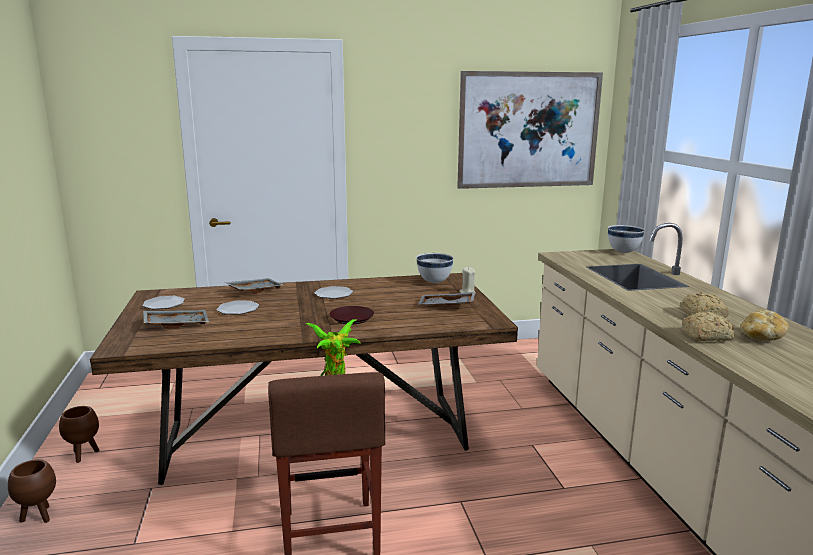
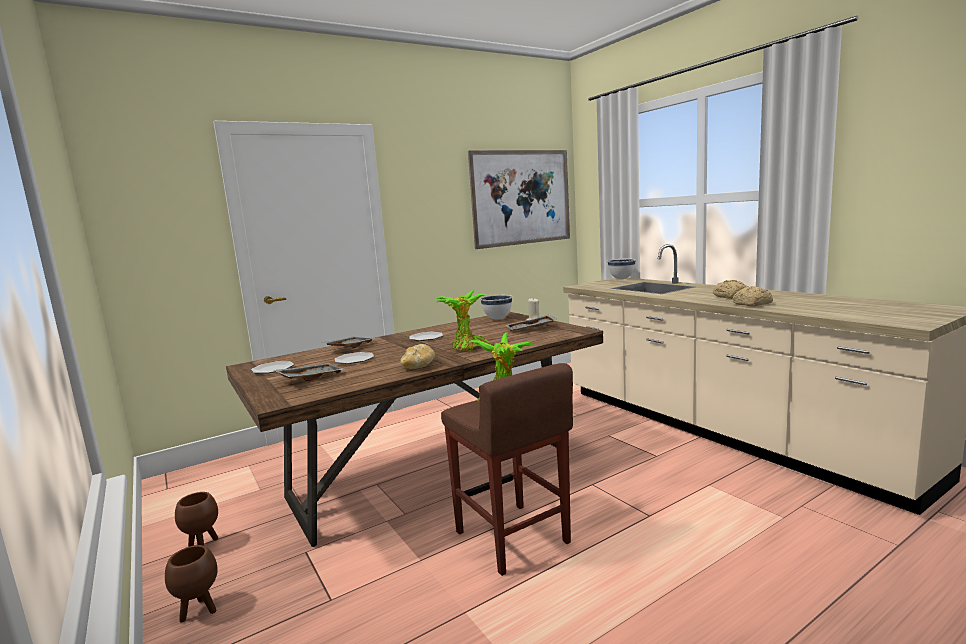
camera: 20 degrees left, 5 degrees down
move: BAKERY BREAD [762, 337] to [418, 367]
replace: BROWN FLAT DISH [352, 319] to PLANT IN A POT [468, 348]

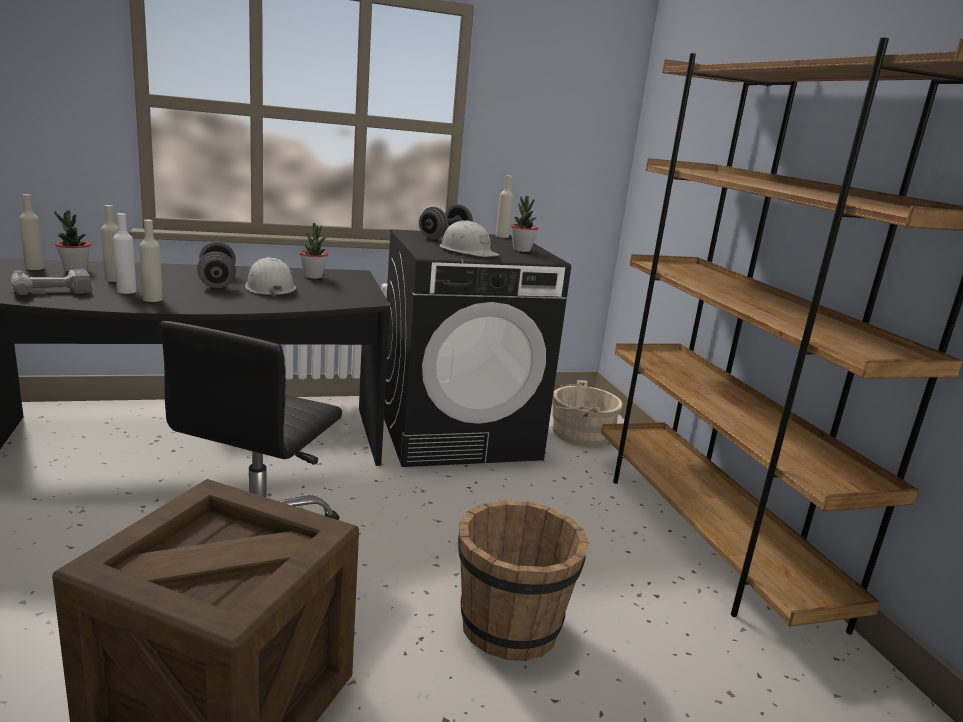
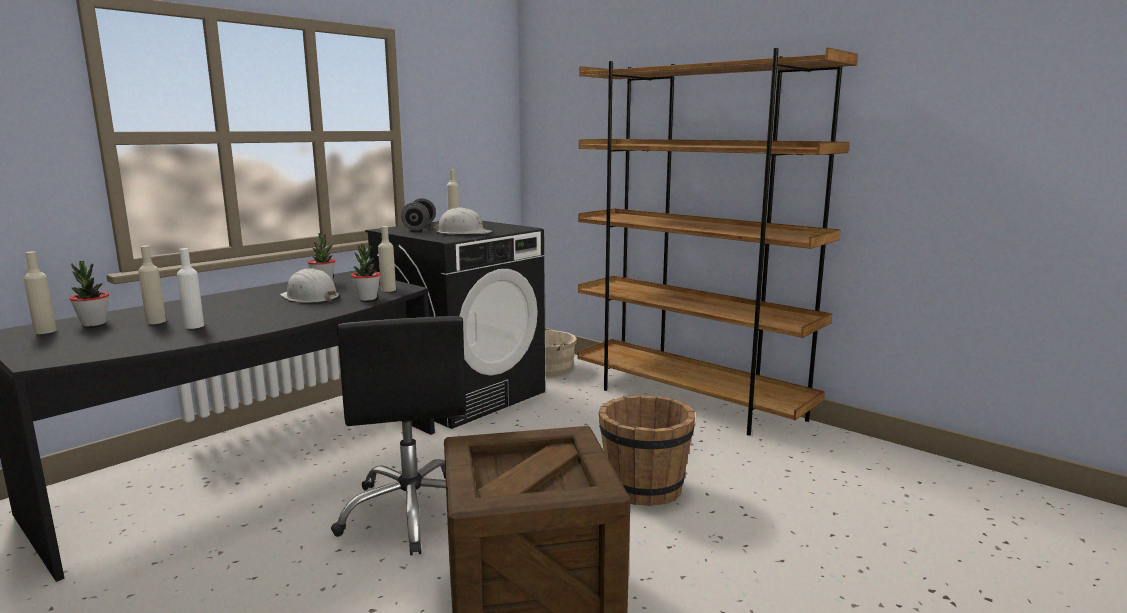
camera: 30 degrees left, 5 degrees down
delete: GRAY FREE WEIGHT [217, 281]; POWER DRILL [50, 288]
move: PLANT IN A POT [521, 250] to [367, 298]; SAND-COLOURED DRINK BOTTLE [152, 299] to [388, 290]

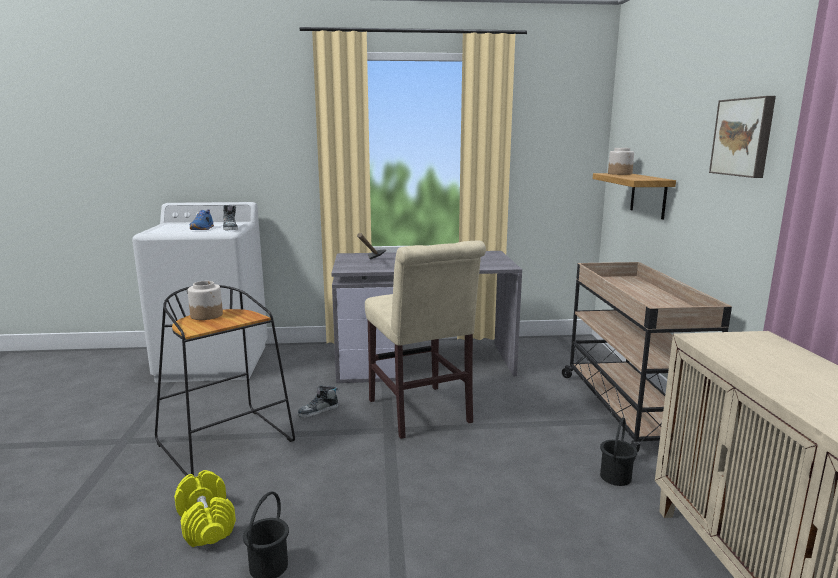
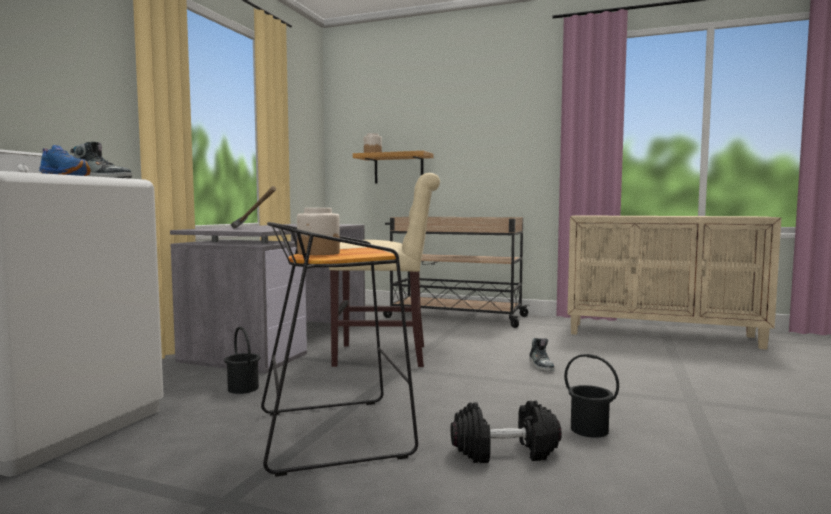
camera: 65 degrees left, 10 degrees down
delete: WALL ART [744, 137]
move: SHOE [318, 411] to [541, 365]; BLACK BUCKET [616, 477] to [243, 388]
recolor: YELLOWISH FREE WEIGHT [206, 523] to BLACK FREE WEIGHT [505, 451]

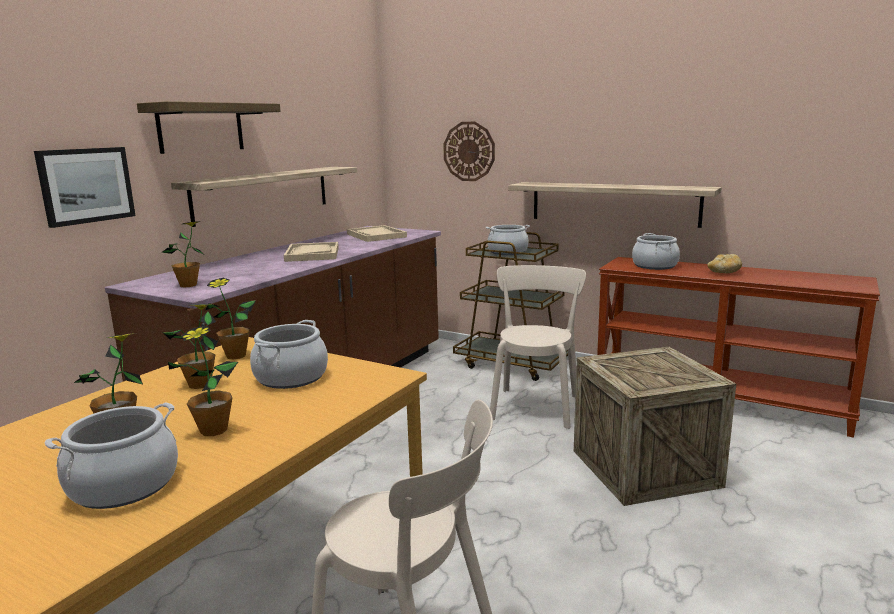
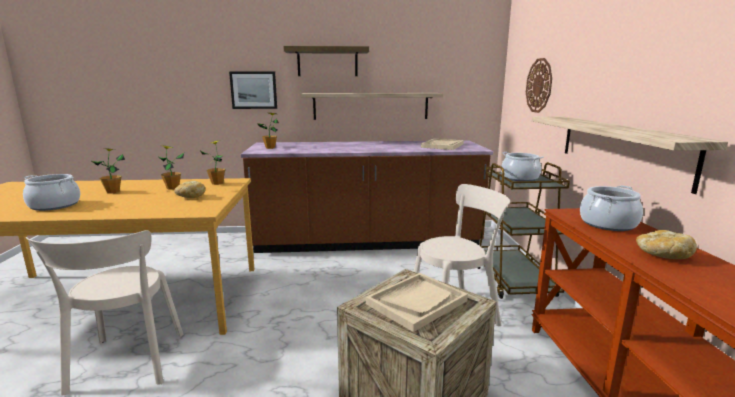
camera: 55 degrees right, 0 degrees up
delete: PLANT IN A POT [214, 430]
move: SAND-COLOURED CARRYING TRAY [312, 254] to [416, 302]
replace: STOCKPOT [291, 377] to BAKERY BREAD [190, 197]

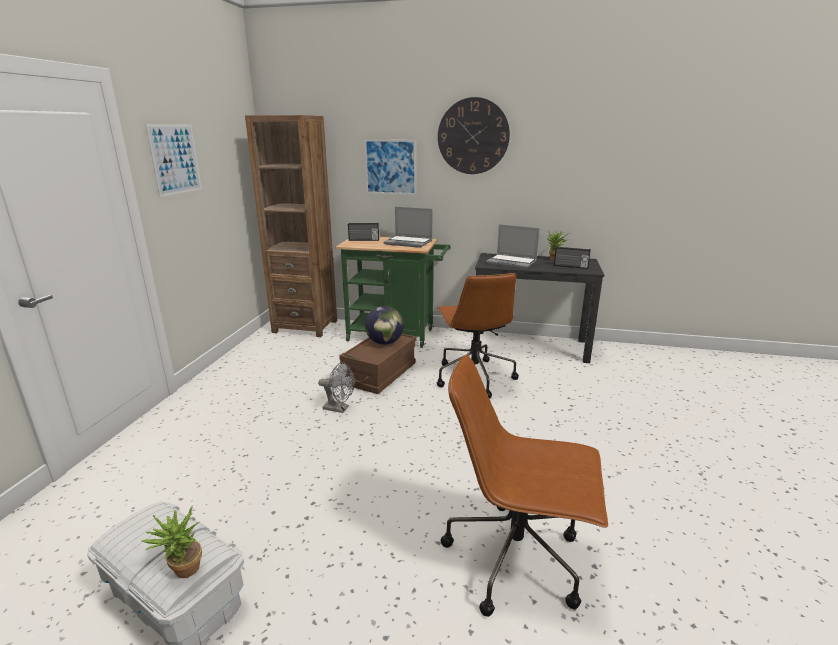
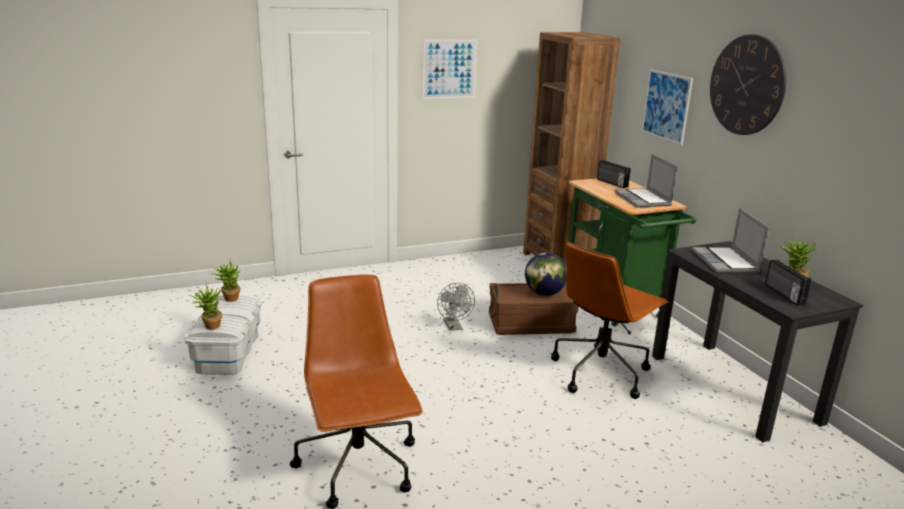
camera: 55 degrees right, 0 degrees up
insert: PLANT IN A POT [229, 298]

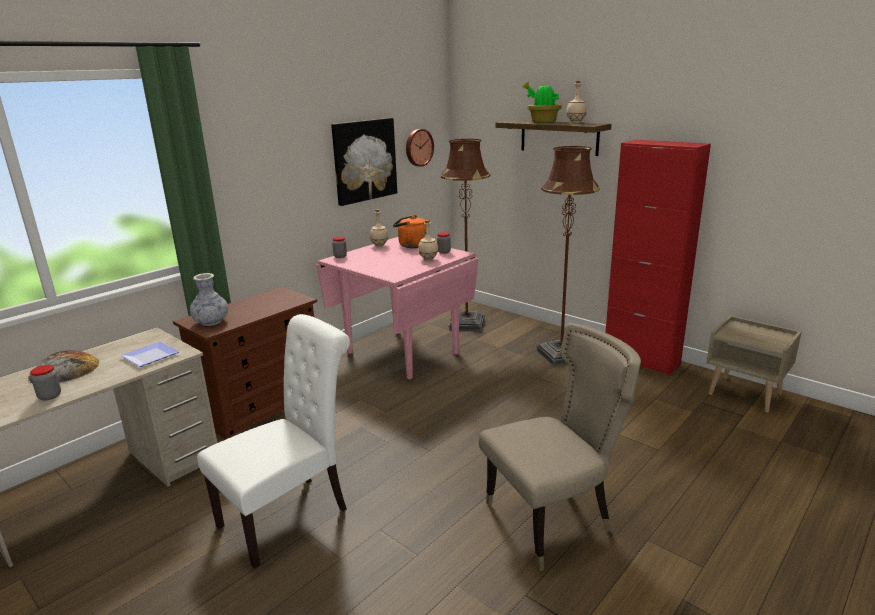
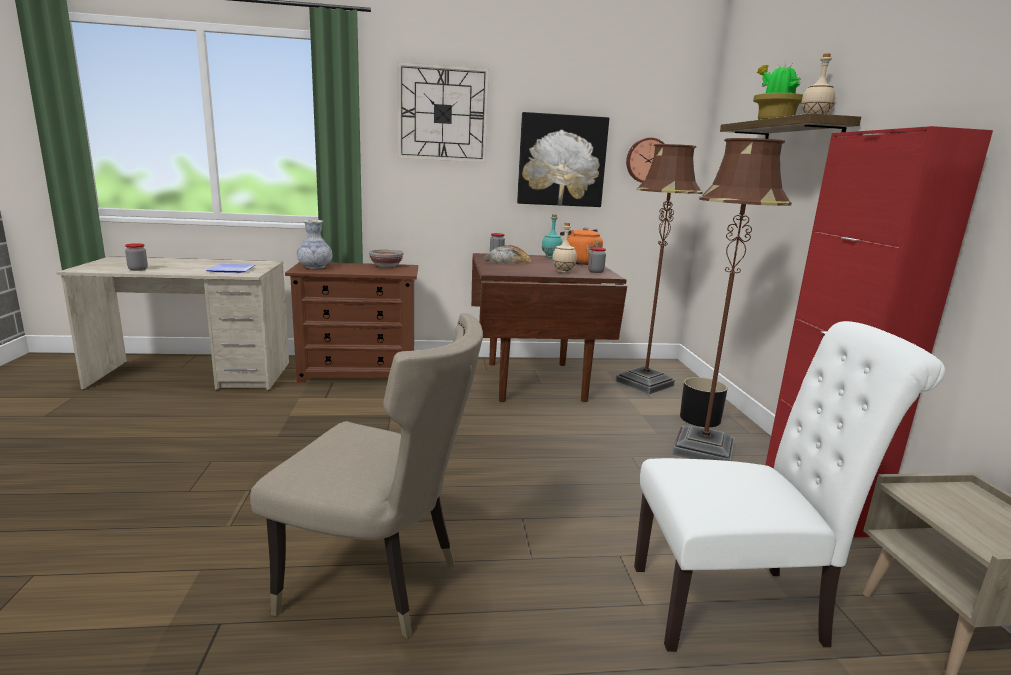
camera: 40 degrees right, 5 degrees down
insert: WALL CLOCK [442, 114]; BOWL [386, 266]; BLACK PLANTER [699, 419]
move: WHITE-COLOURED PLAIN CHAIR [291, 514] to [738, 605]; BAKERY BREAD [65, 370] to [507, 260]
recolor: SAND-COLOURED DRINK BOTTLE [379, 246] to TURQUOISE-COLOURED DRINK BOTTLE [551, 257]; PINK DINNER TABLE [402, 353] to BROWN DINNER TABLE [533, 381]

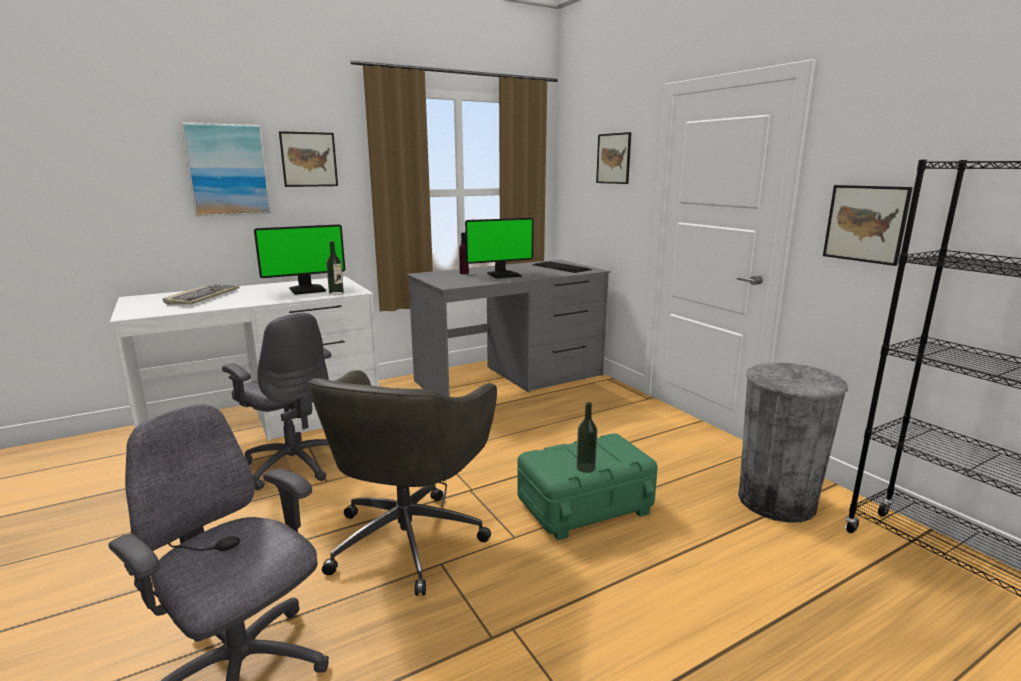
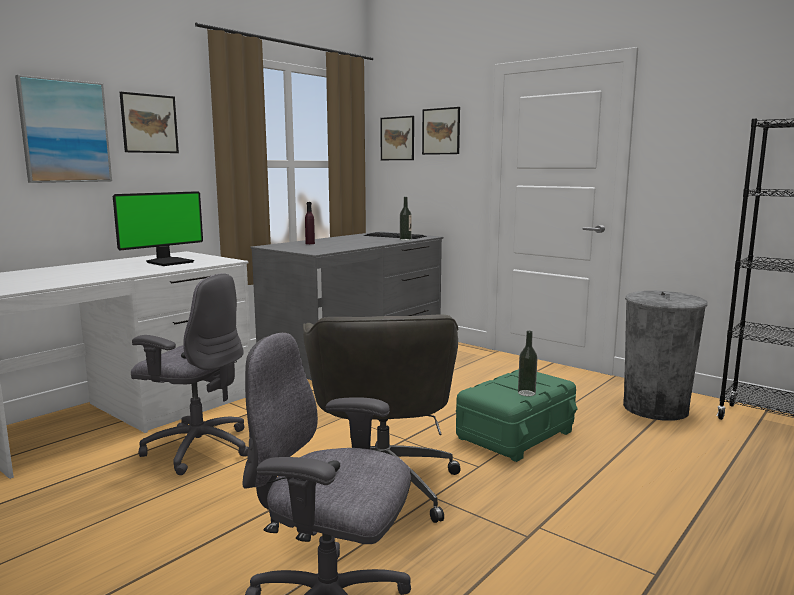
camera: 20 degrees left, 5 degrees down
delete: MONITOR [503, 275]; KEYBOARD [203, 297]
move: WALL ART [865, 223] to [397, 138]; DRINK BOTTLE [336, 293] to [405, 239]

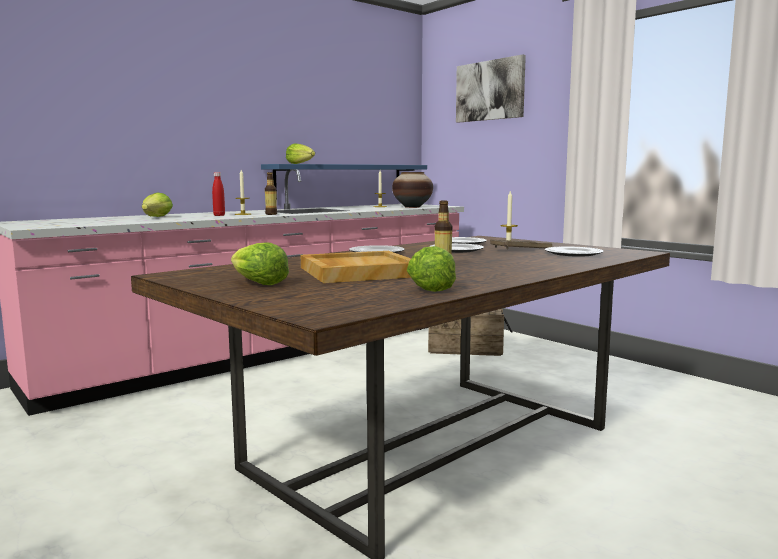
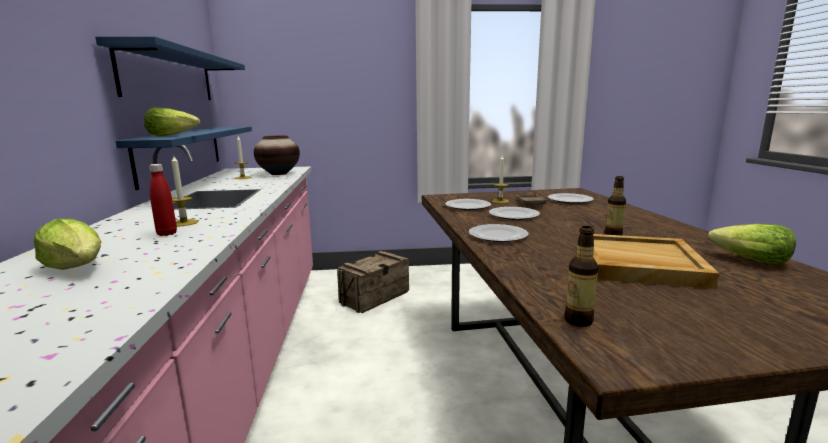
camera: 55 degrees left, 5 degrees up
delete: WALL ART [490, 90]; HEAD OF LETTUCE [257, 283]
insert: BLUE SHELF [170, 76]
move: DRINK BOTTLE [271, 214] to [578, 321]

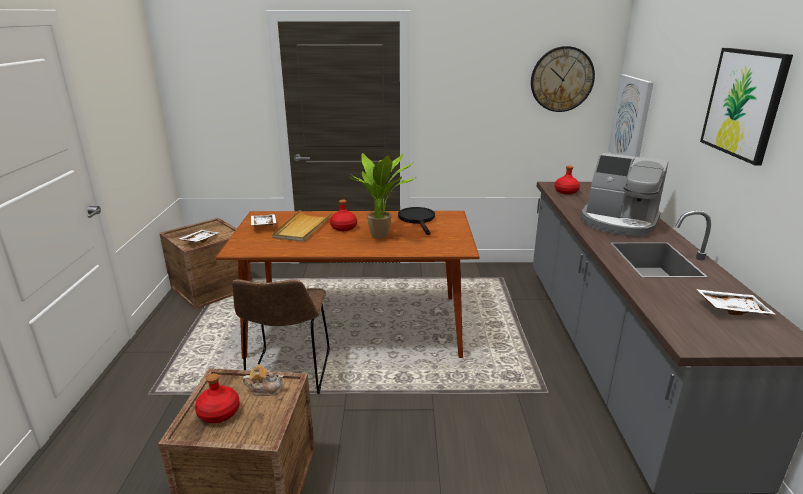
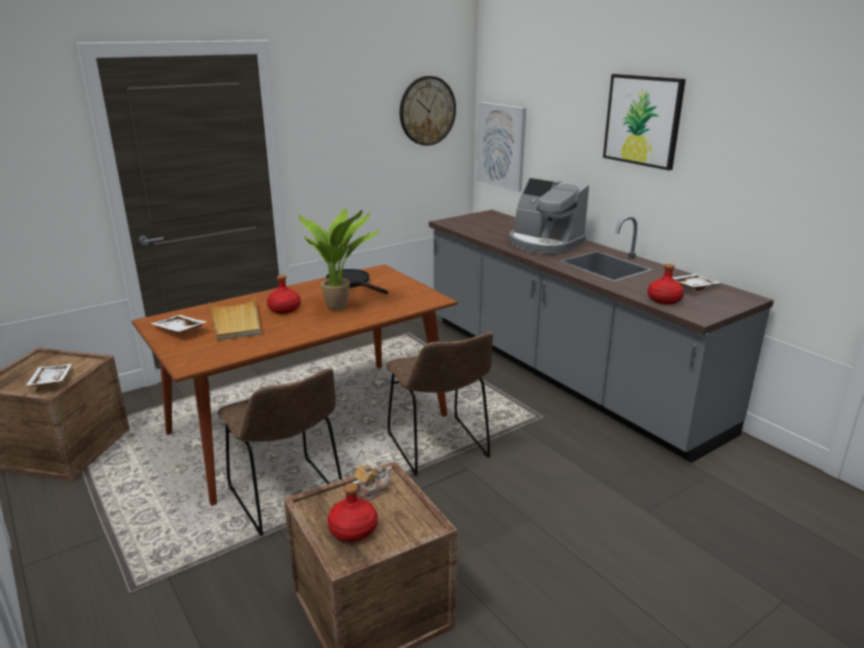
camera: 35 degrees left, 0 degrees up
insert: BROWN PLAIN CHAIR [439, 448]
move: RED DRINK BOTTLE [566, 192] to [664, 300]
rotate: COFFEE MACHINE [619, 223] = [544, 243] 45 degrees clockwise

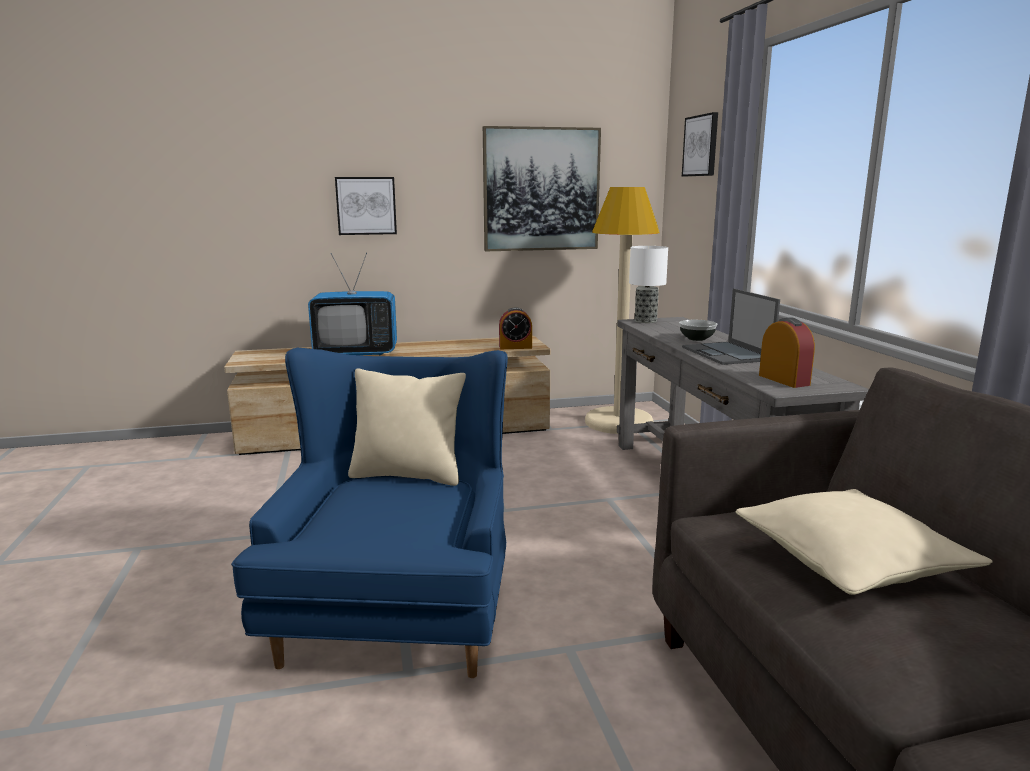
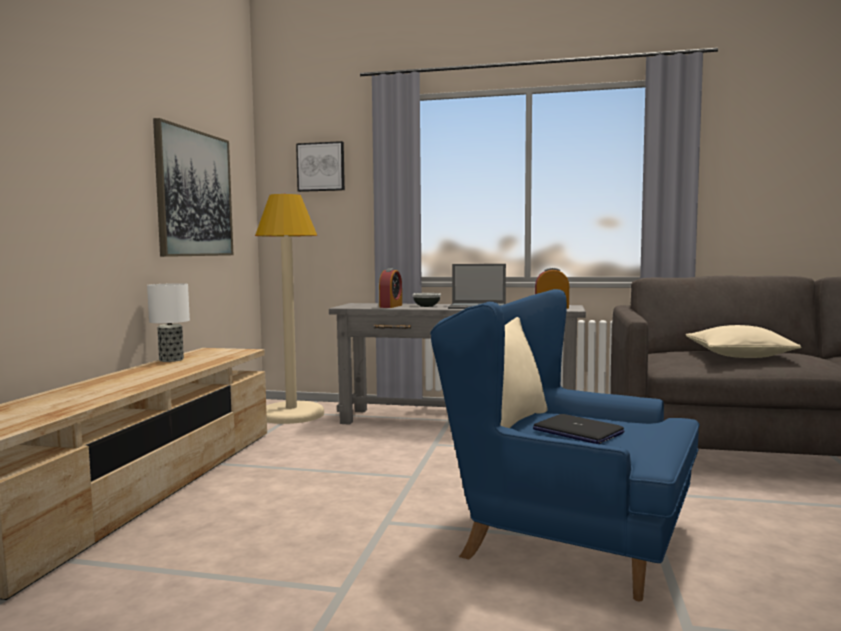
camera: 65 degrees left, 10 degrees down
delete: WALL ART [366, 206]; TV [356, 353]
insert: LAPTOP [577, 431]
move: LAMP FOR A TABLE [645, 321] to [170, 360]; TABLE CLOCK [515, 347] to [391, 306]

